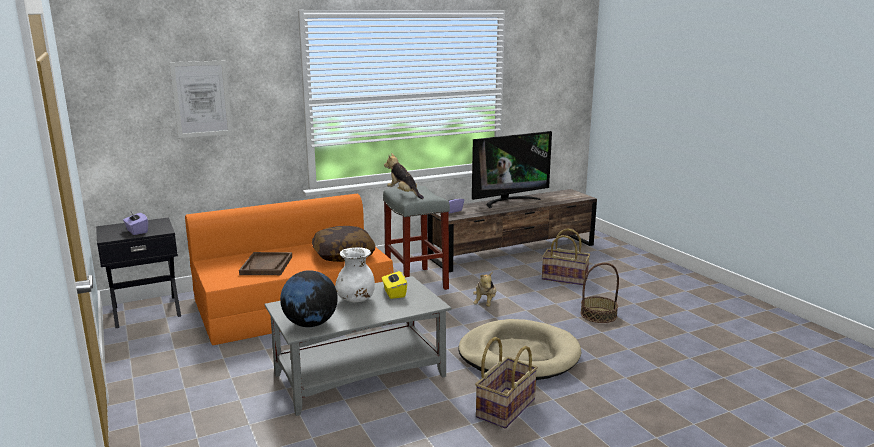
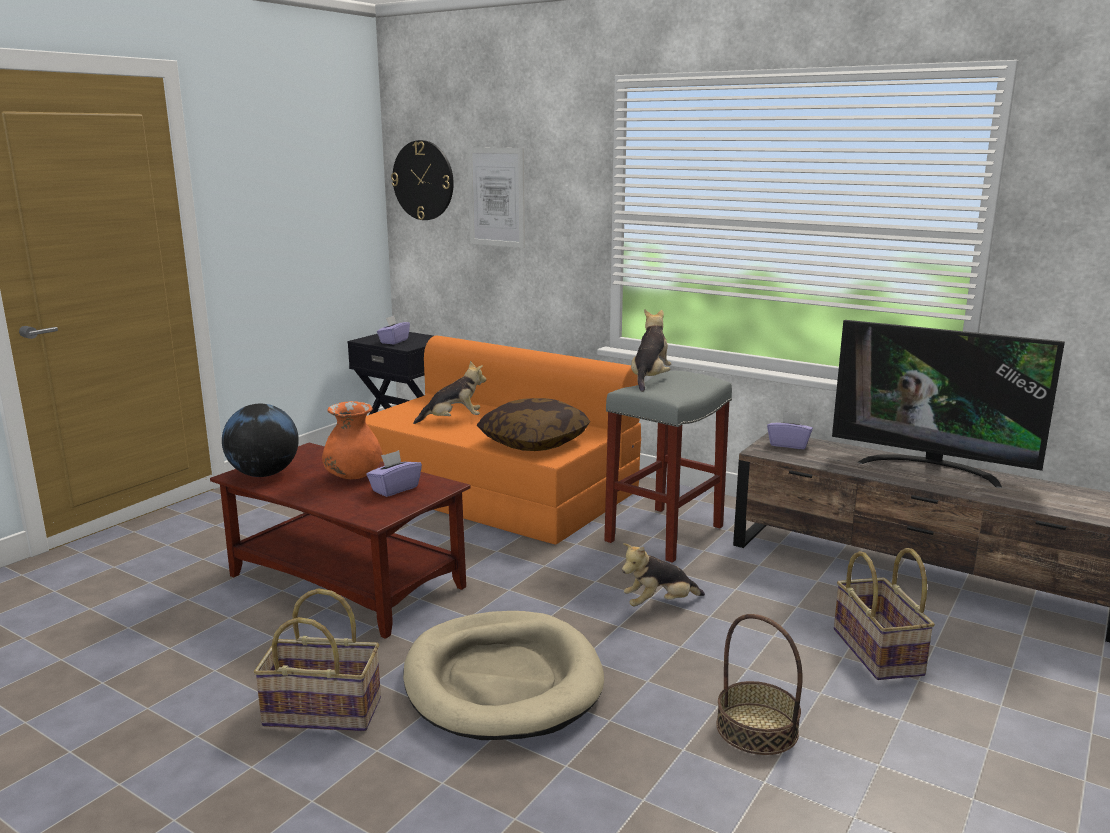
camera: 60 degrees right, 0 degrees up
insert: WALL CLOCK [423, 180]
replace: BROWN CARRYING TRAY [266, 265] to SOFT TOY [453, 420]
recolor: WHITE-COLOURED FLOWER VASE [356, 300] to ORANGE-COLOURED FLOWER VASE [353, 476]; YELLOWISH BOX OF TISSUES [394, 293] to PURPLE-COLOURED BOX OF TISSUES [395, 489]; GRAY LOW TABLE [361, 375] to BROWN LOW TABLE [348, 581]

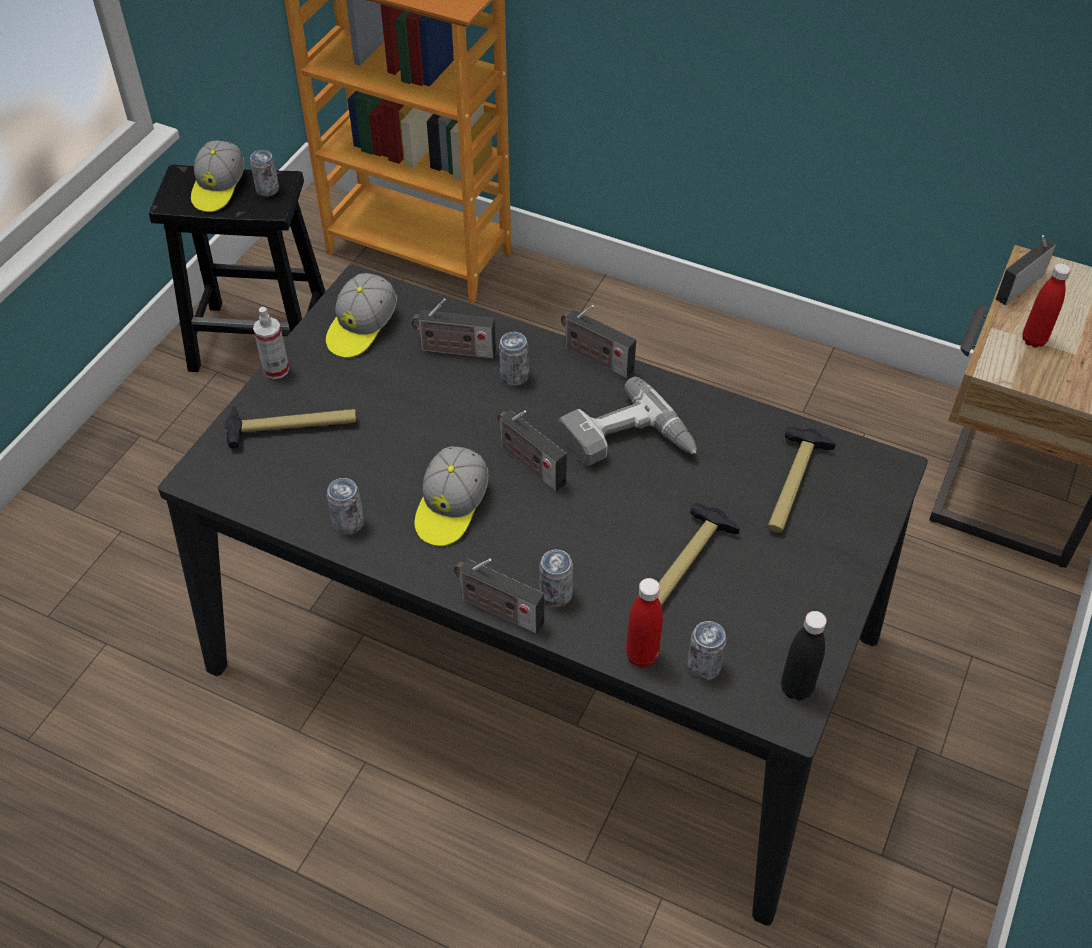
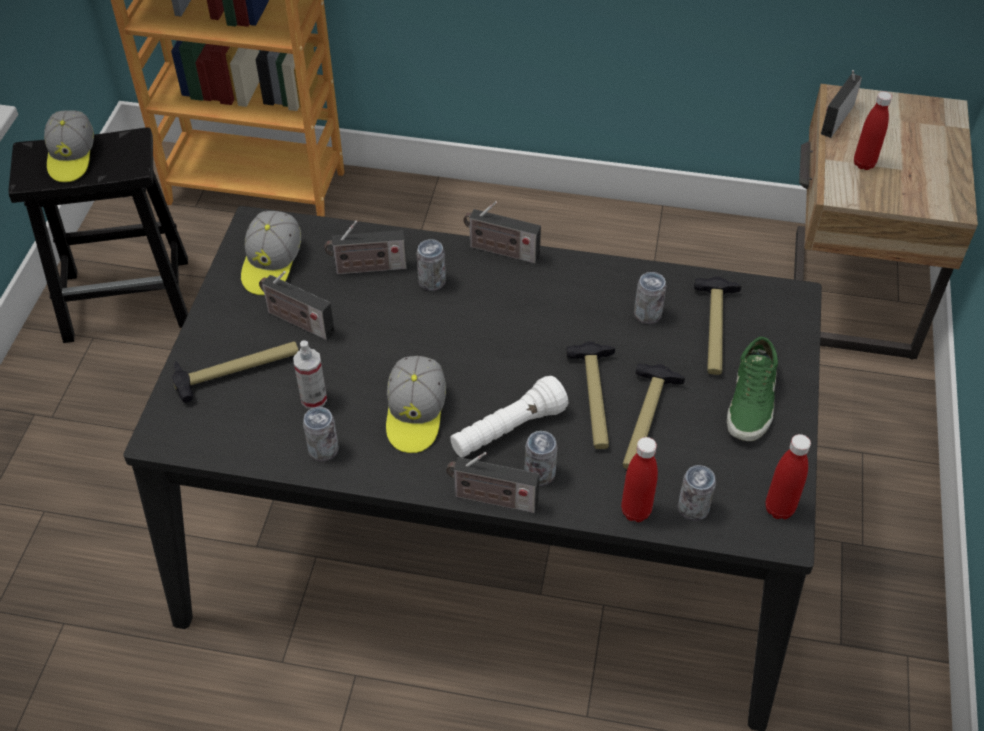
camera: 15 degrees left, 0 degrees up
delete: POWER DRILL [627, 443]
insert: GREEN SHOE [753, 401]; TOOL HAMMER [595, 400]; WHITE-COLOURED TORCH [508, 430]
move: METAL CAN [267, 190] to [647, 314]; SPRAY BOTTLE [276, 369] to [314, 398]; RADIO [529, 464] to [297, 321]
recolor: BLACK DRINK BOTTLE [796, 688] to RED DRINK BOTTLE [779, 509]

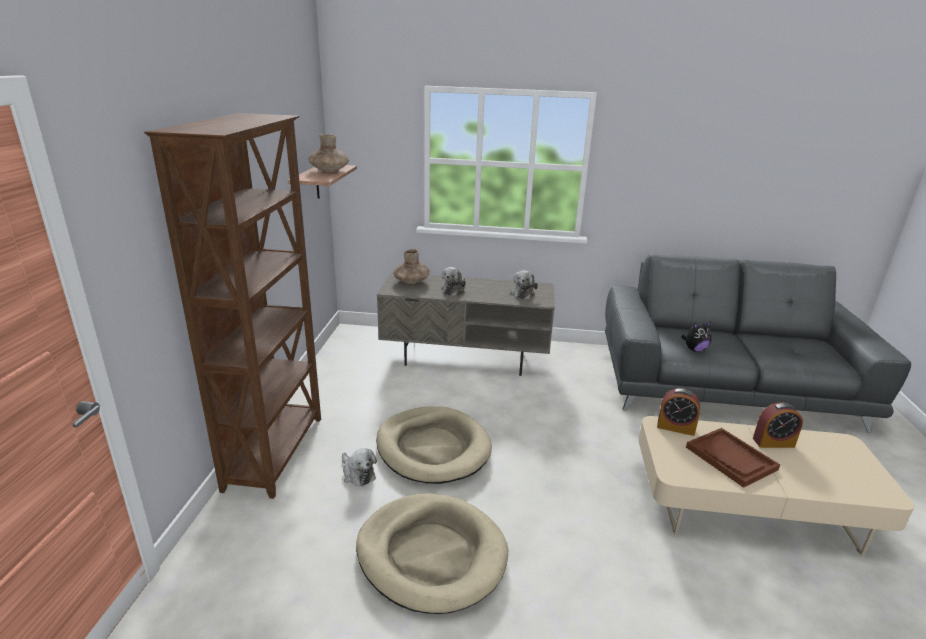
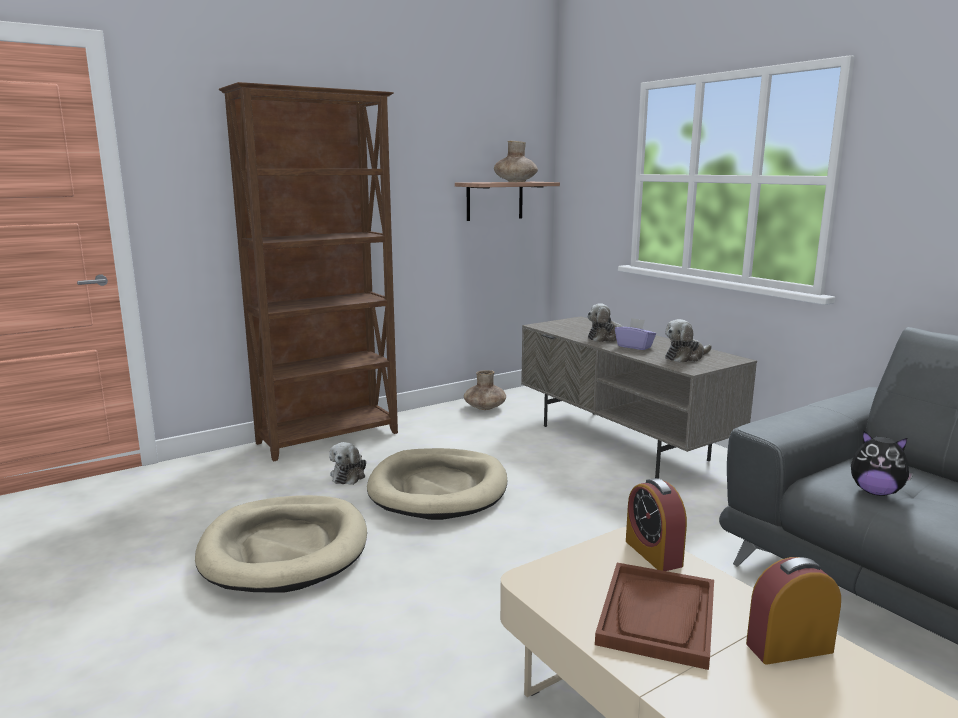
camera: 50 degrees right, 10 degrees down
insert: PURPLE-COLOURED BOX OF TISSUES [634, 346]
move: BROWN FLOWER VASE [411, 281] to [484, 408]
rotate: TABLE CLOCK [773, 442] = [789, 647] 120 degrees clockwise

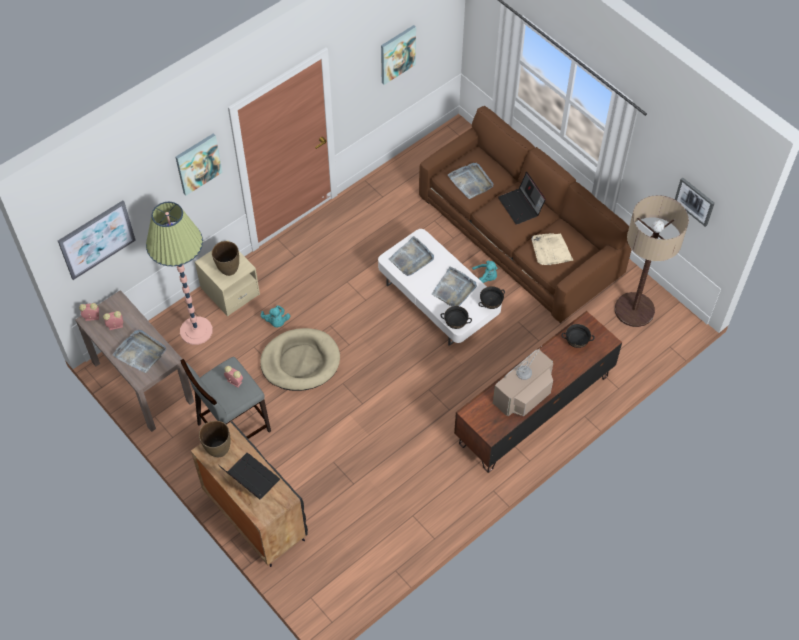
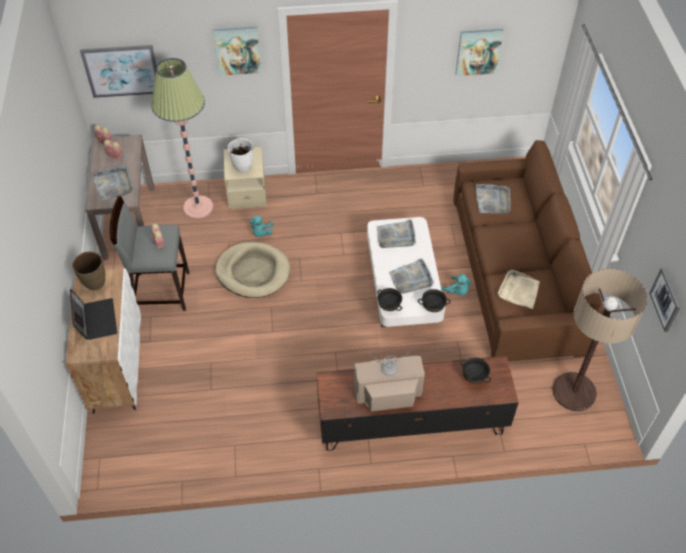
camera: 35 degrees right, 5 degrees down
delete: LAPTOP [521, 206]
recolor: BROWN FLOWER VASE [228, 269] to WHITE-COLOURED FLOWER VASE [242, 167]; BLACK CABINET [254, 515] to WHITE-COLOURED CABINET [116, 366]

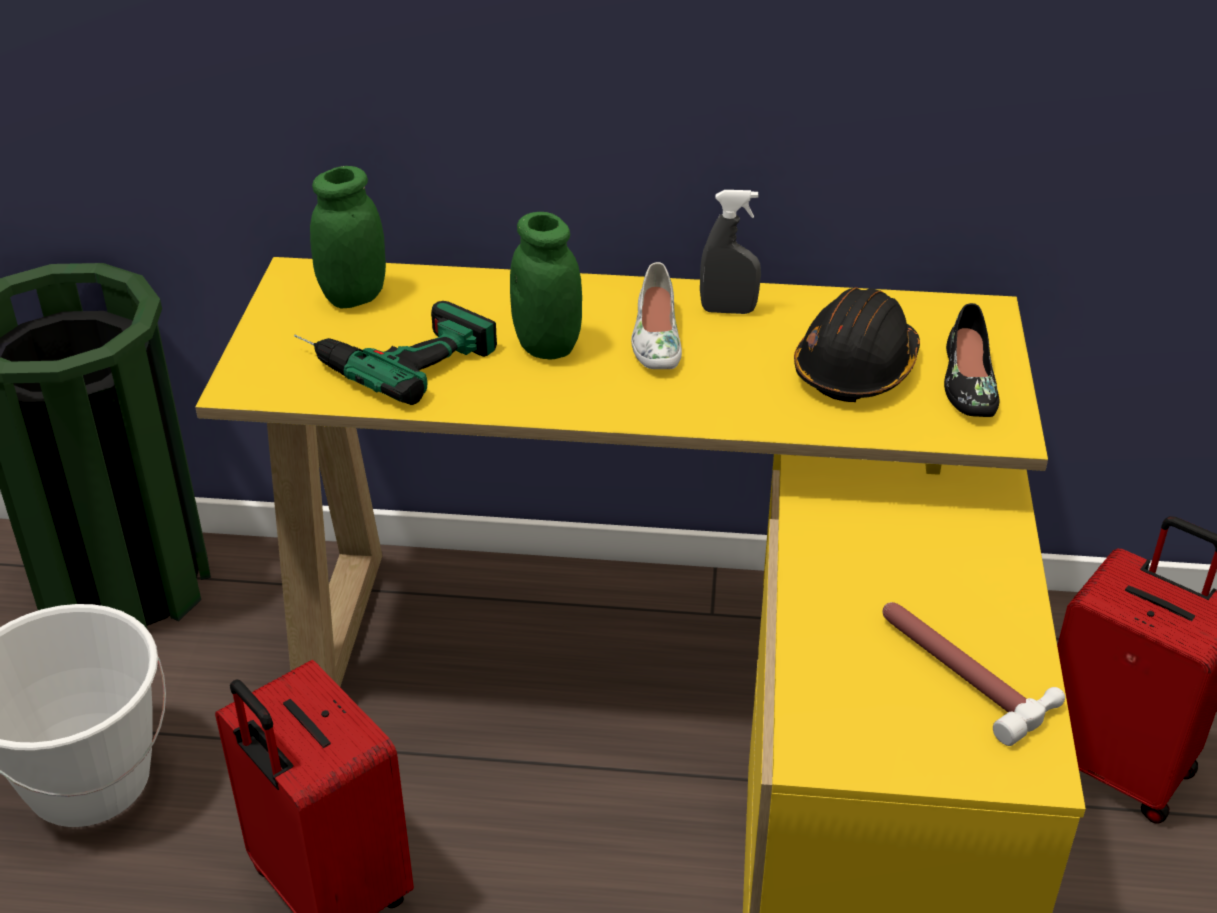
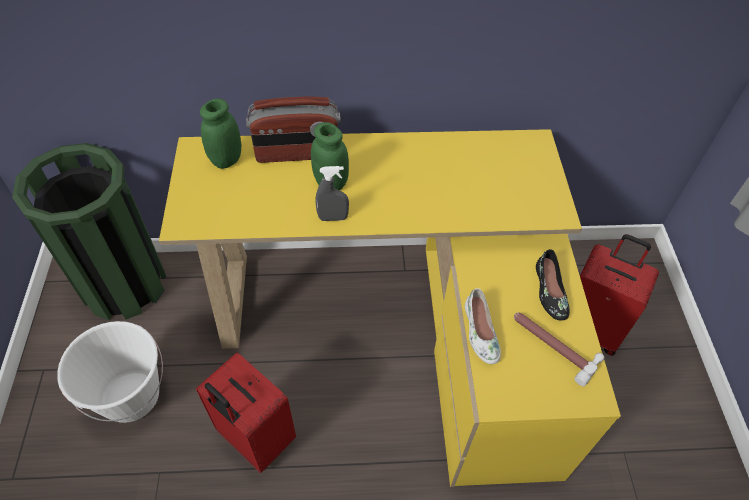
camera: 10 degrees left, 15 degrees up
delete: BLACK WORK HELMET [856, 369]; POWER DRILL [392, 353]
insert: RADIO [297, 154]
move: GRAY SPRAY BOTTLE [728, 310] to [333, 218]; WHITE-COLOURED SHOE [655, 338] to [480, 332]; BLACK SHOE [967, 382] to [549, 291]

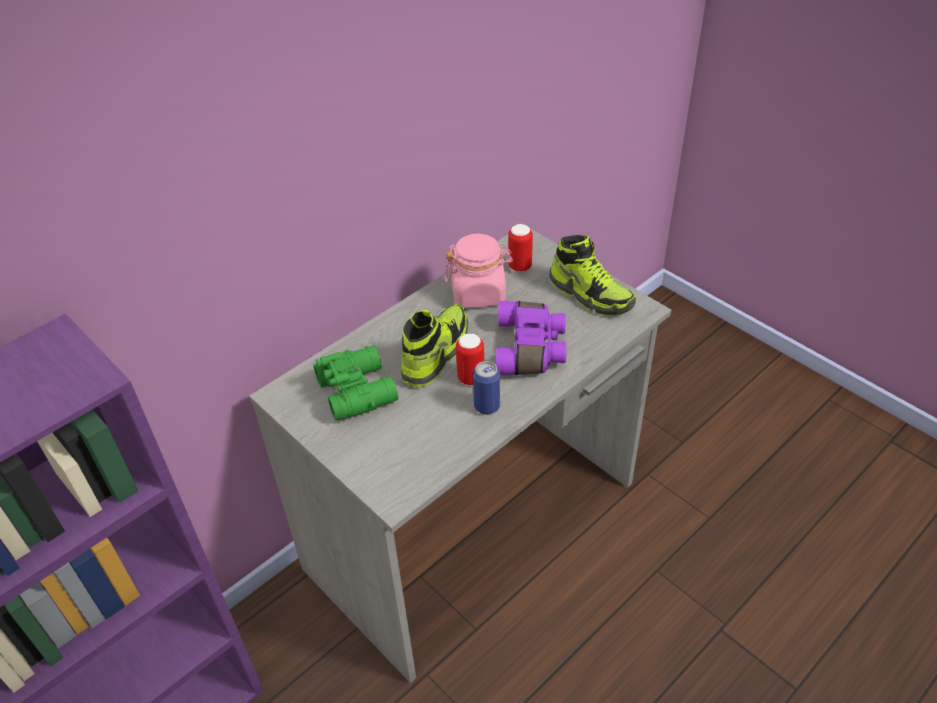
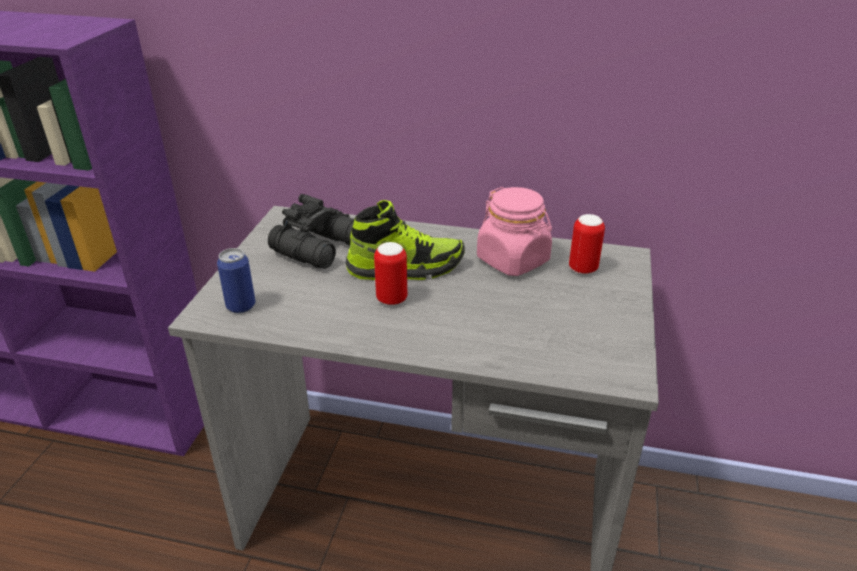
camera: 55 degrees right, 10 degrees down
delete: SHOE [591, 295]; PURPLE-COLOURED BINOCULARS [531, 349]
move: METAL CAN [487, 406] to [241, 306]
recolor: GREEN BINOCULARS [358, 389] to BLACK BINOCULARS [322, 247]

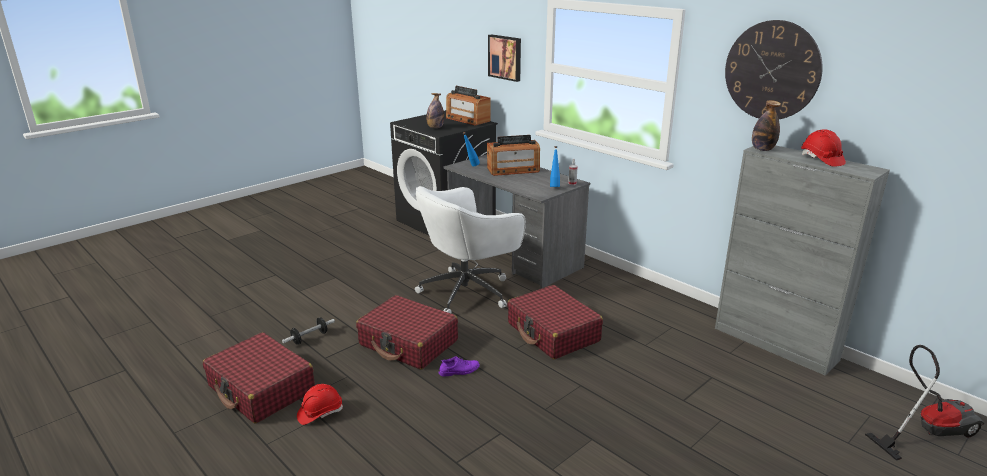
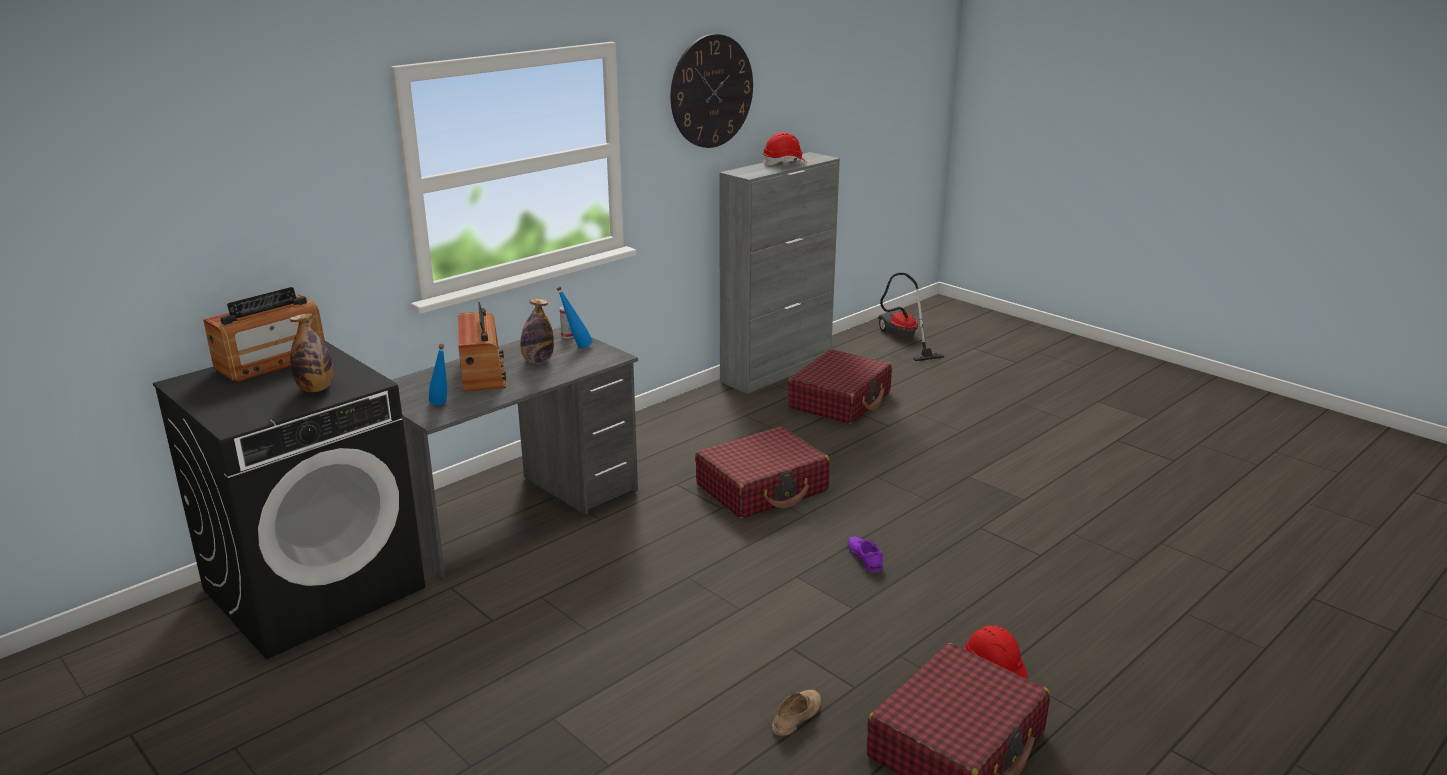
camera: 90 degrees left, 0 degrees up
delete: WALL ART [505, 57]; WHITE-COLOURED COMPUTER CHAIR [468, 292]
move: DRINK BOTTLE [762, 149] to [538, 361]; RED SUITCASE [408, 343] to [840, 400]
replace: FREE WEIGHT [310, 338] to SAND-COLOURED SHOE [795, 715]

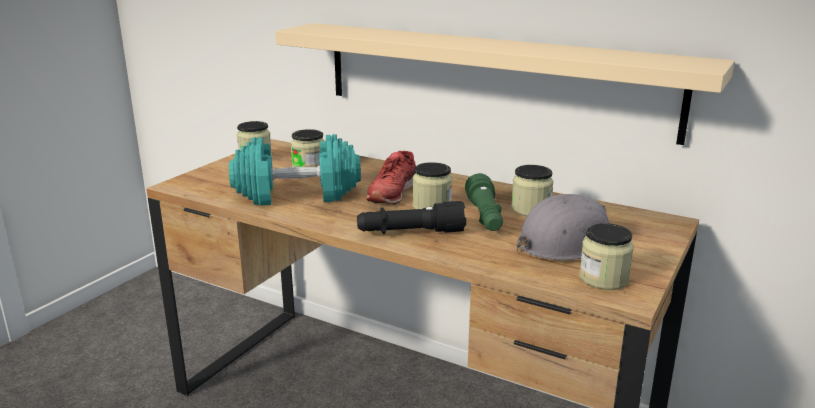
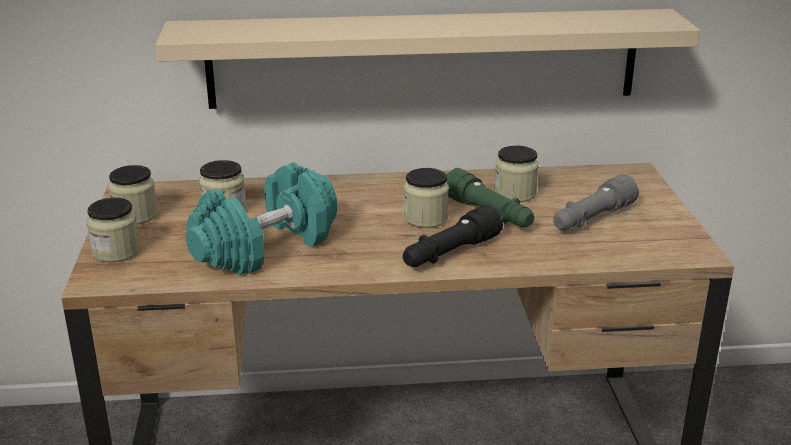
camera: 35 degrees left, 5 degrees up
delete: RED SHOE [392, 192]
move: STORAGE JAR [603, 278] to [116, 251]
replace: GRAY WORK HELMET [568, 243] to GRAY TORCH [591, 219]

